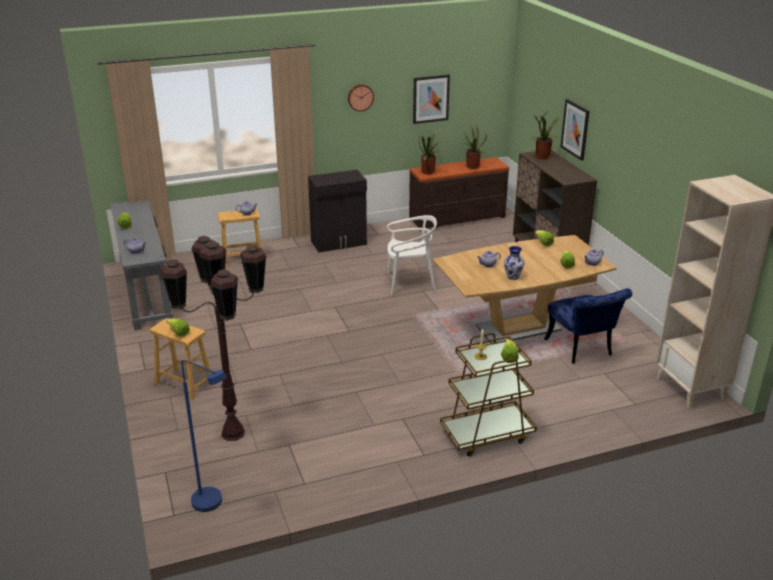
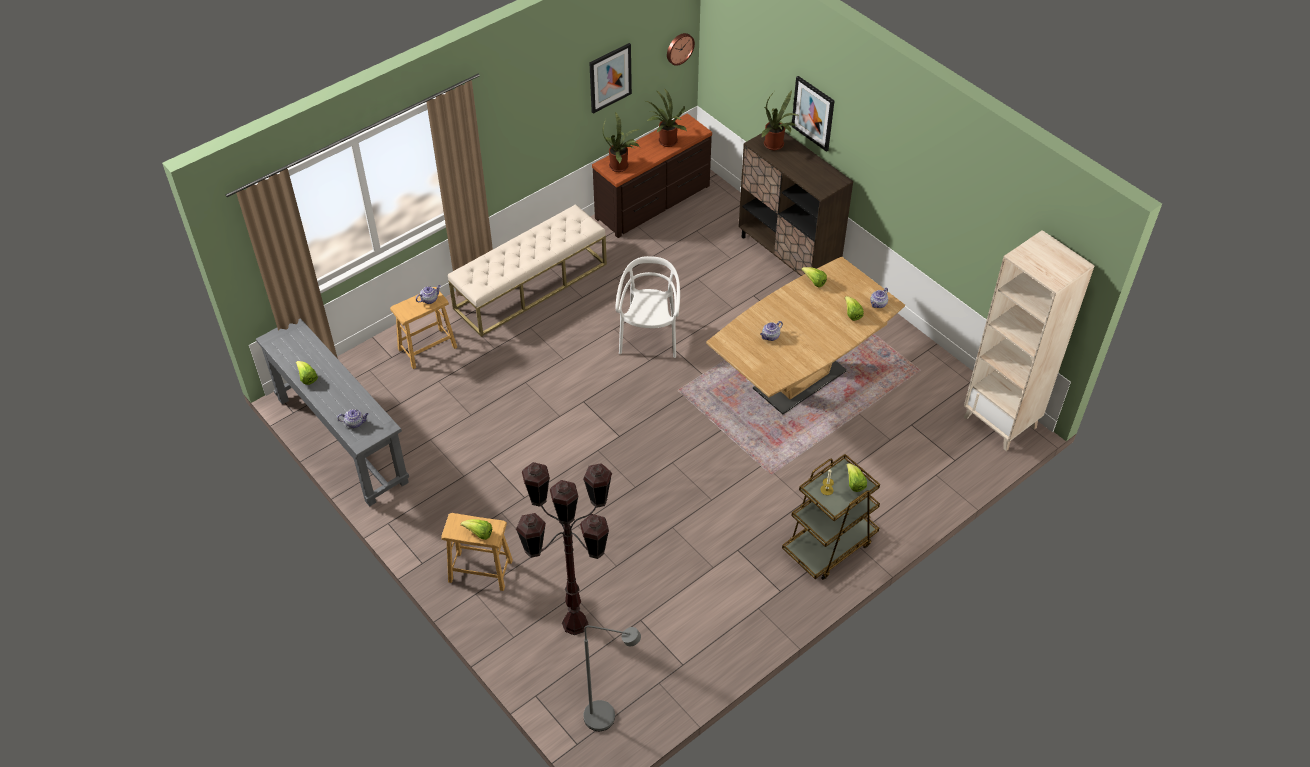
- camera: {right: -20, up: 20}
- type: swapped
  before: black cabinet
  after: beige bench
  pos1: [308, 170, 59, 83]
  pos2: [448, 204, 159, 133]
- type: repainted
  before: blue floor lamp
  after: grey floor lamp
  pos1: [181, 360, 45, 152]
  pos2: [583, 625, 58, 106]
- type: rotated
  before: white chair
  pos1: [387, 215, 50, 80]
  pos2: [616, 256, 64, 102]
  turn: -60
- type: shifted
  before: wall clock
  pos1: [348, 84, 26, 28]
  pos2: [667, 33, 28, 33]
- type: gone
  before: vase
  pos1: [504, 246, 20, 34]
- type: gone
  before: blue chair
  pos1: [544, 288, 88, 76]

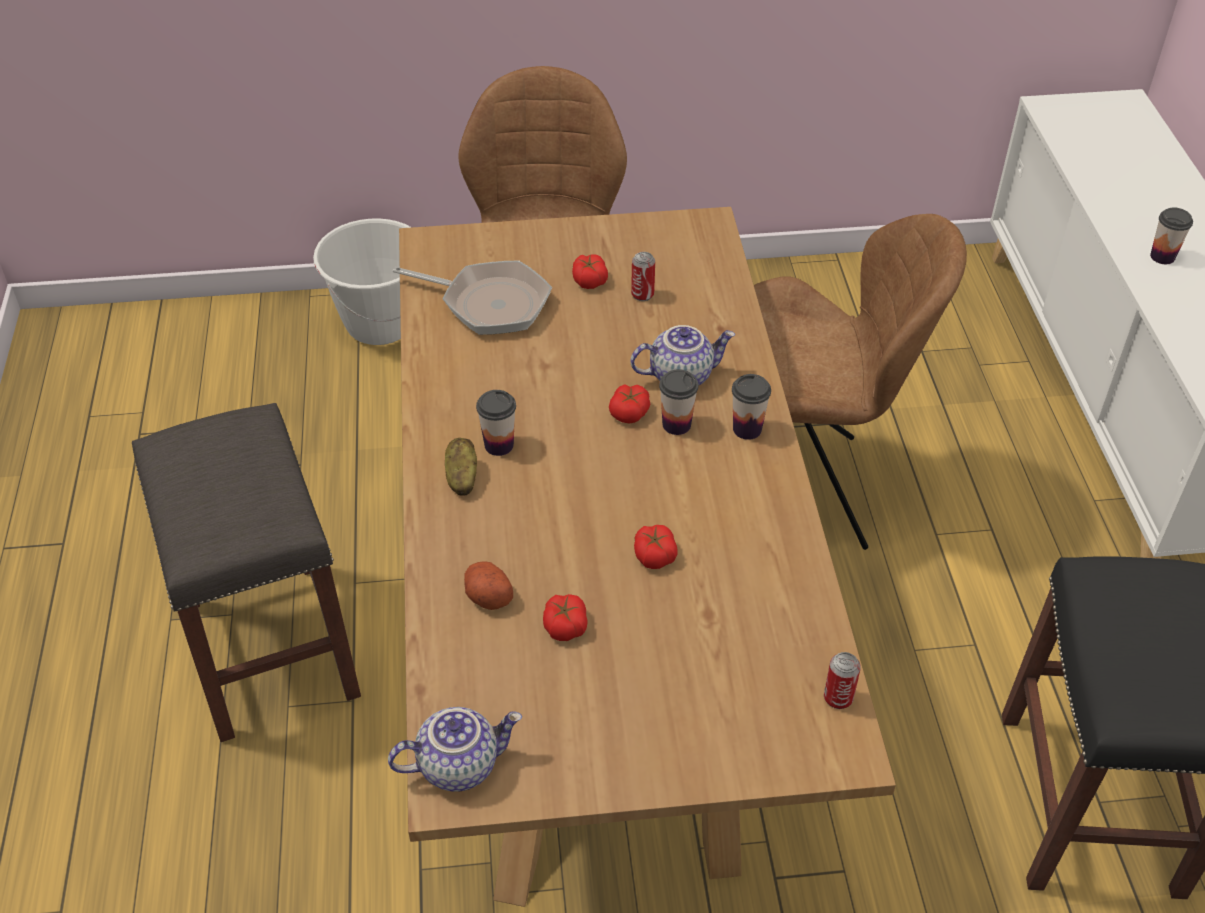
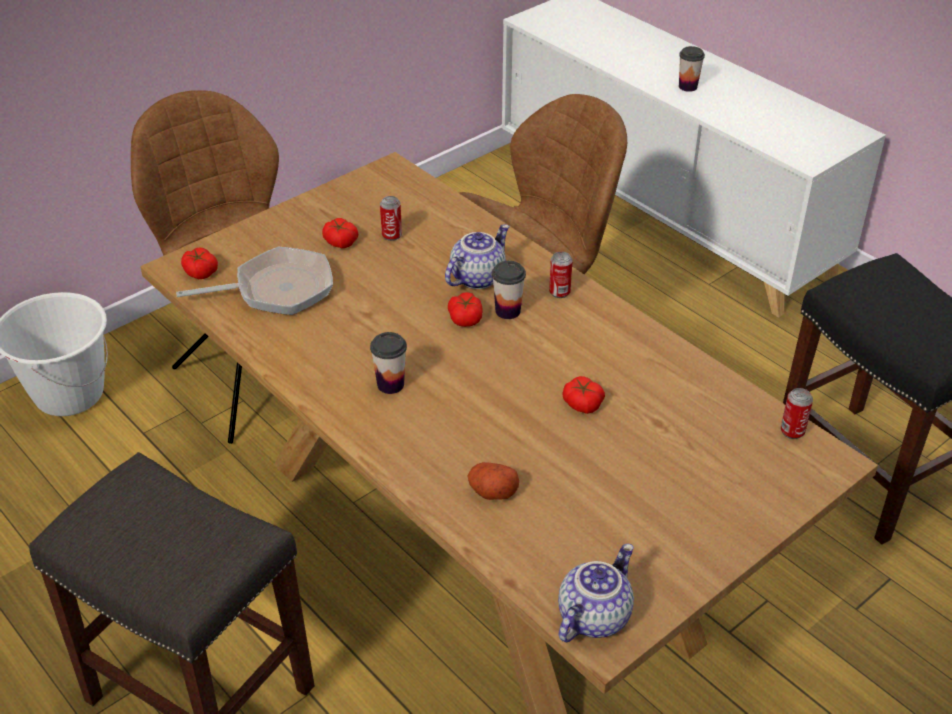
- camera: {right: -35, up: -5}
- type: shifted
  before: tomato
  pos1: [543, 594, 45, 47]
  pos2: [181, 247, 37, 32]
- type: swapped
  before: cup
  after: can
  pos1: [732, 374, 39, 66]
  pos2: [549, 251, 24, 47]
- type: gone
  before: potato
  pos1: [445, 438, 32, 58]

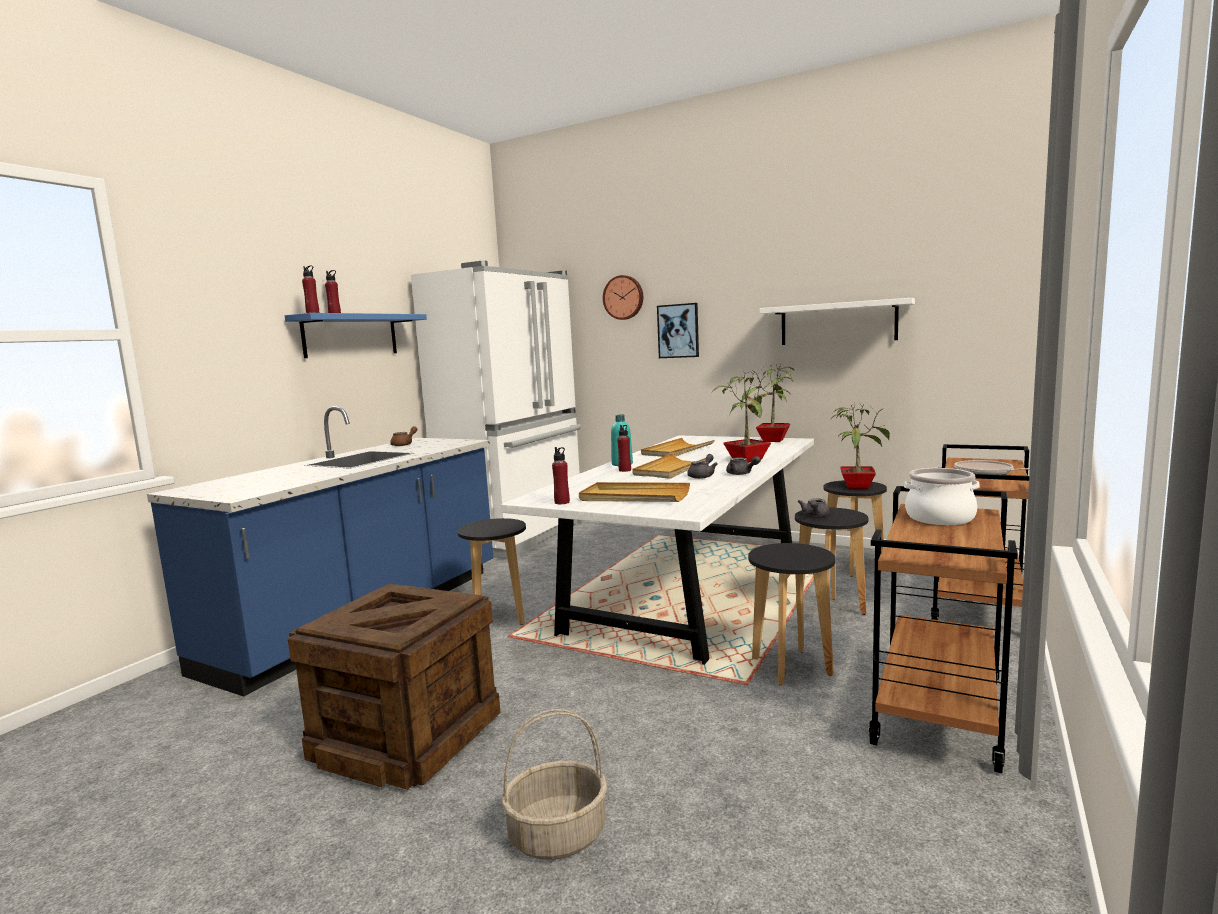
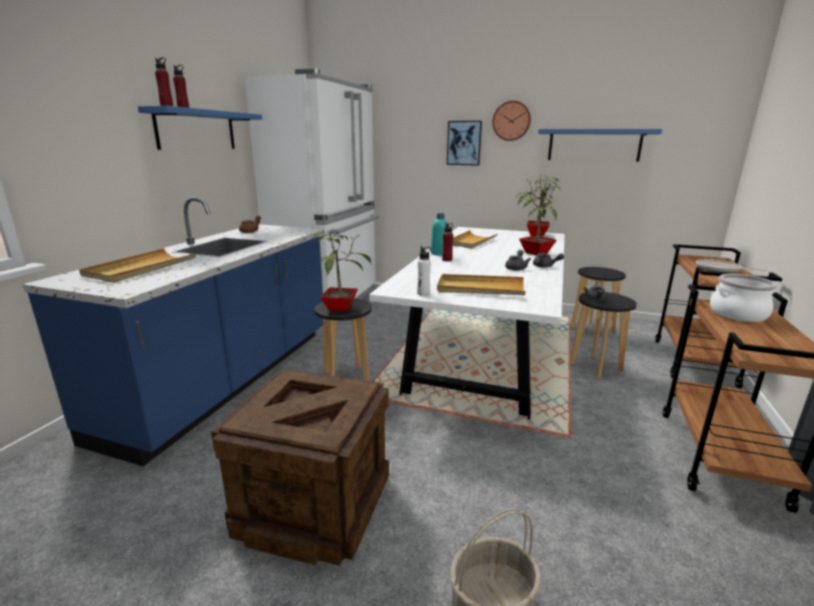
- camera: {right: -10, up: 10}
- type: shifted
  before: beige tray
  pos1: [633, 453, 73, 26]
  pos2: [79, 248, 117, 35]
- type: shifted
  before: potted plant
  pos1: [833, 404, 57, 85]
  pos2: [312, 229, 59, 83]
- type: repainted
  before: red bottle
  after: white bottle
  pos1: [552, 447, 18, 57]
  pos2: [417, 246, 14, 50]
- type: shifted
  before: wall clock
  pos1: [603, 275, 40, 45]
  pos2: [492, 101, 39, 40]
- type: repainted
  before: white shelf
  after: blue shelf
  pos1: [759, 298, 156, 47]
  pos2: [538, 129, 124, 33]
- type: gone
  before: black stool
  pos1: [748, 543, 87, 142]

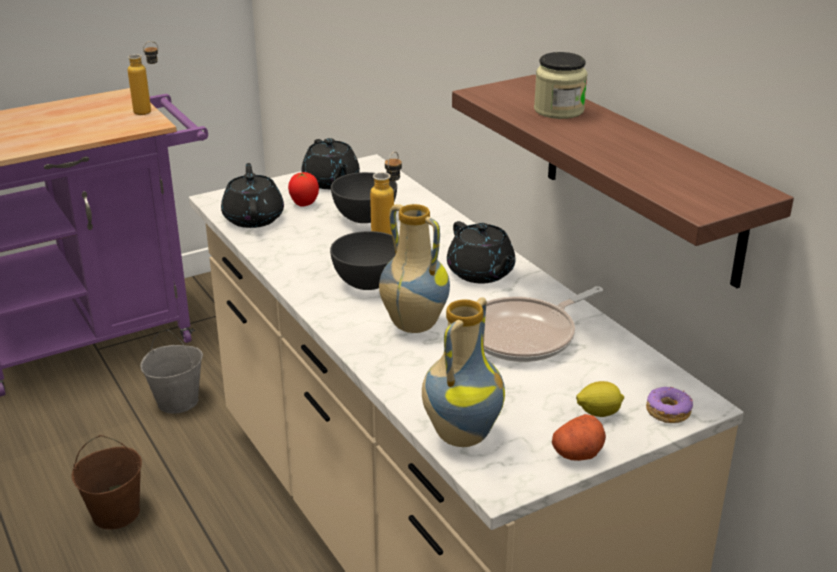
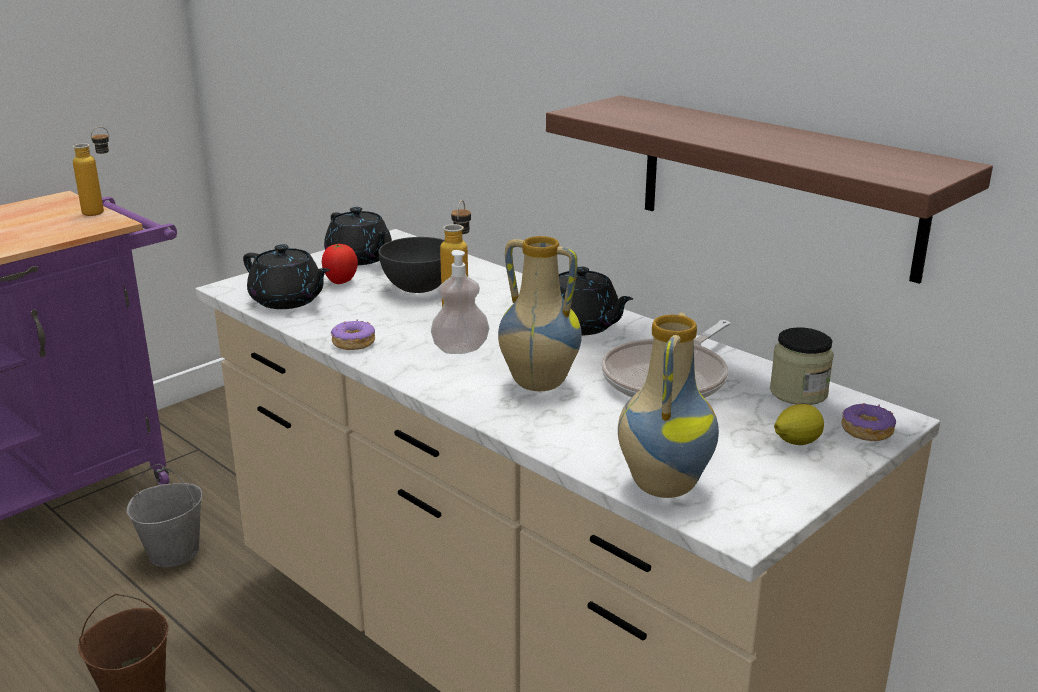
- camera: {right: -15, up: -5}
- type: rotated
  before: black teapot
  pos1: [221, 163, 63, 65]
  pos2: [243, 244, 87, 65]
  turn: 150
- type: new
  after: donut
  pos2: [330, 319, 45, 31]
- type: swapped
  before: grey bowl
  after: soap dispenser
  pos1: [330, 231, 66, 59]
  pos2: [431, 250, 58, 104]
- type: shifted
  before: jar
  pos1: [534, 52, 54, 67]
  pos2: [770, 327, 64, 78]
- type: gone
  before: potato
  pos1: [552, 414, 54, 47]

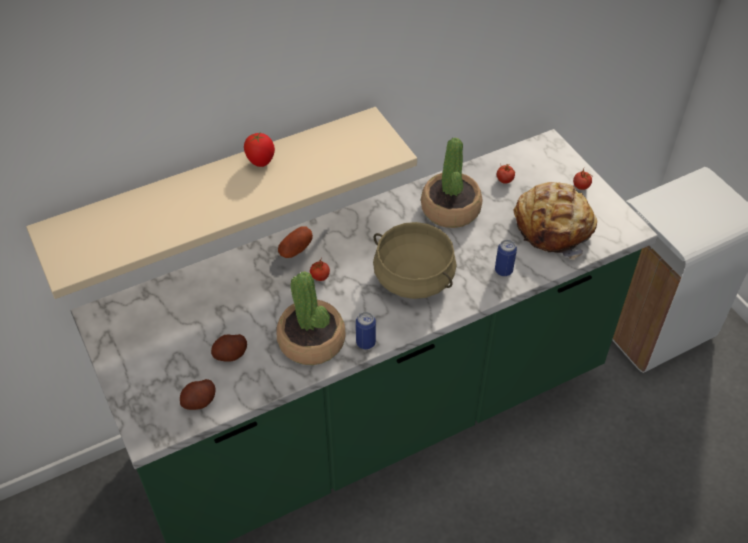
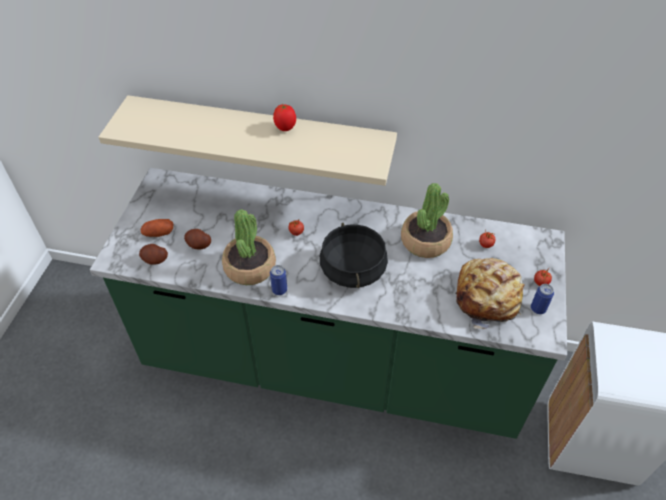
- camera: {right: 40, up: 0}
- type: shifted
  before: potato
  pos1: [278, 226, 35, 32]
  pos2: [140, 219, 33, 18]
- type: repainted
  before: beige cooking pot
  after: black cooking pot
  pos1: [373, 222, 83, 77]
  pos2: [320, 223, 68, 65]
- type: shifted
  before: can
  pos1: [495, 239, 22, 37]
  pos2: [531, 284, 23, 30]

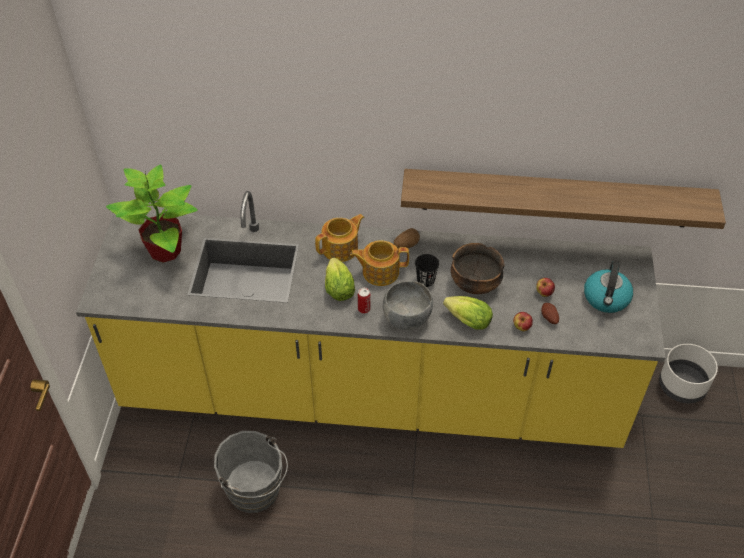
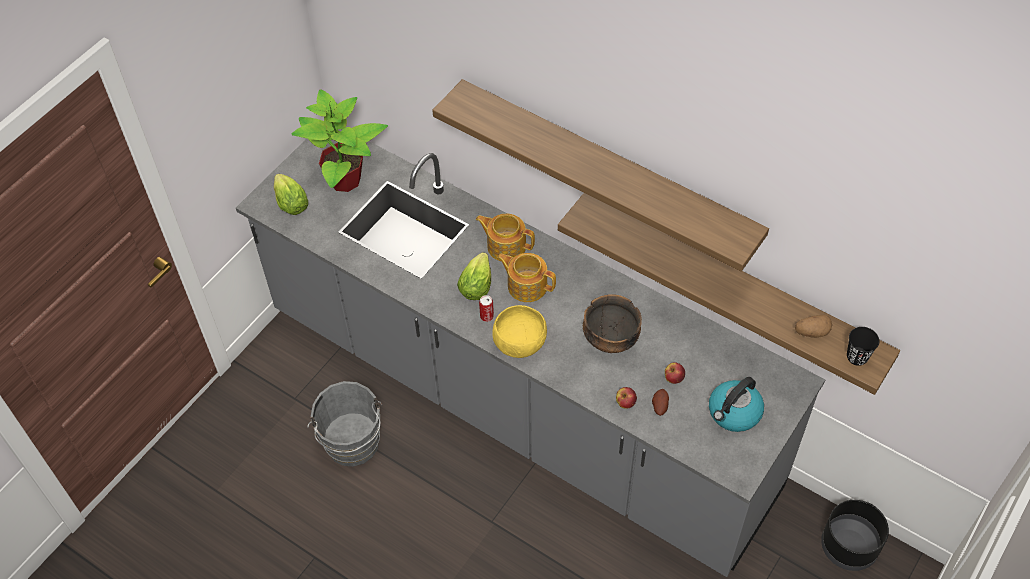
- camera: {right: 30, up: 5}
- type: repainted
  before: yellow counter
  after: grey counter
  pos1: [76, 191, 589, 257]
  pos2: [236, 129, 589, 448]
- type: shifted
  before: lettuce
  pos1: [443, 296, 50, 34]
  pos2: [274, 174, 34, 41]
- type: new
  after: shelf
  pos2: [432, 79, 337, 193]
- type: rotated
  before: teapot
  pos1: [315, 214, 49, 48]
  pos2: [476, 214, 59, 47]
  turn: -150
- type: repainted
  before: grey bowl
  after: yellow bowl
  pos1: [383, 281, 50, 49]
  pos2: [492, 305, 55, 53]
- type: shifted
  before: potato
  pos1: [394, 228, 26, 20]
  pos2: [795, 315, 37, 23]
- type: repainted
  before: white planter
  after: black planter
  pos1: [659, 344, 59, 59]
  pos2: [821, 500, 68, 71]
- type: shifted
  before: black cup
  pos1: [415, 254, 24, 33]
  pos2: [847, 327, 32, 39]

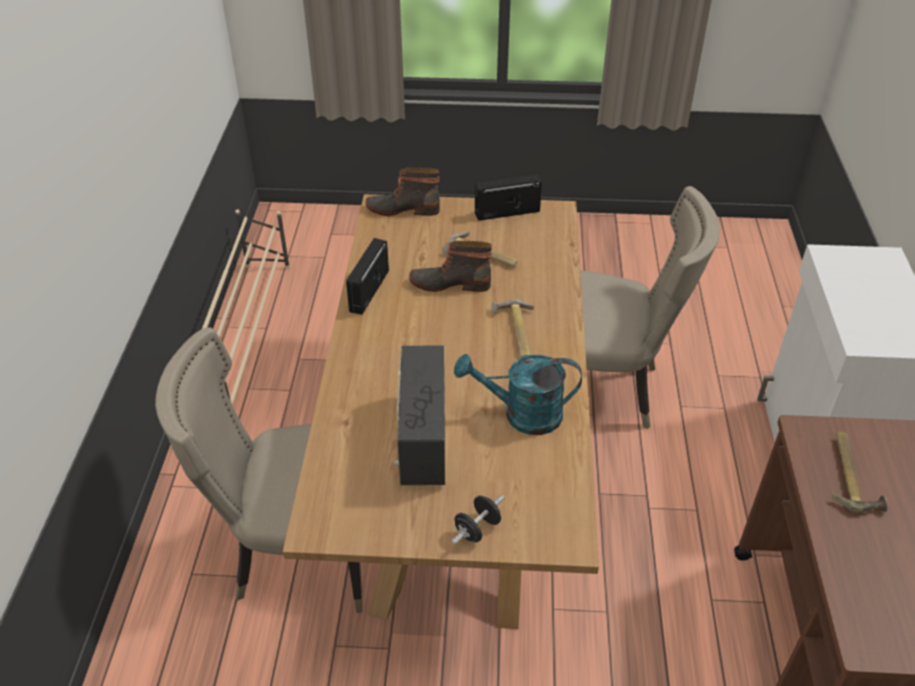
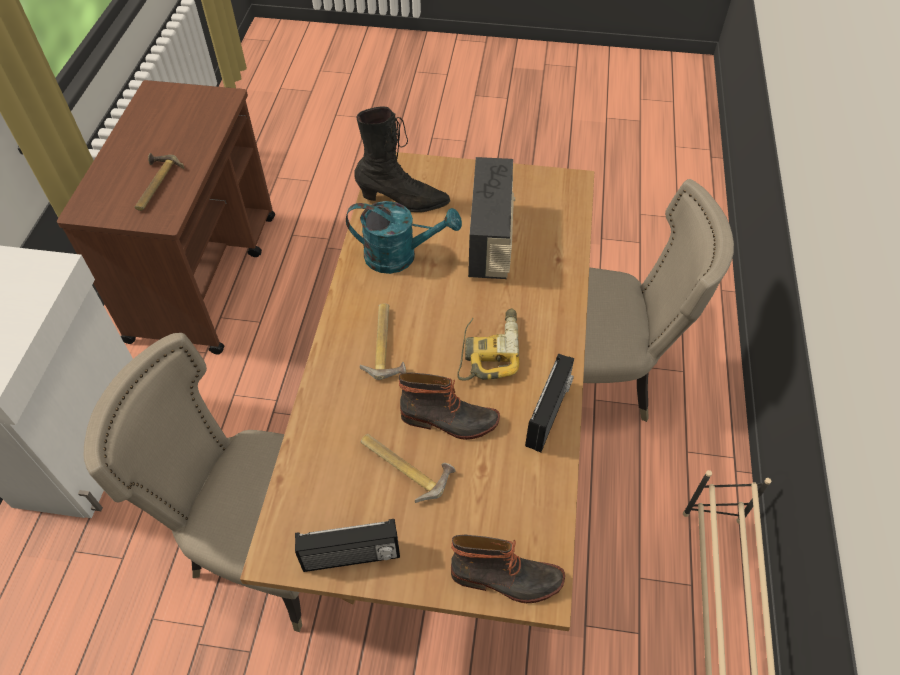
- camera: {right: -175, up: 10}
- type: new
  after: black boot
  pos2: [354, 106, 96, 107]
- type: new
  after: power drill
  pos2: [457, 308, 62, 73]
- type: gone
  before: black dumbbell
  pos1: [451, 495, 53, 50]

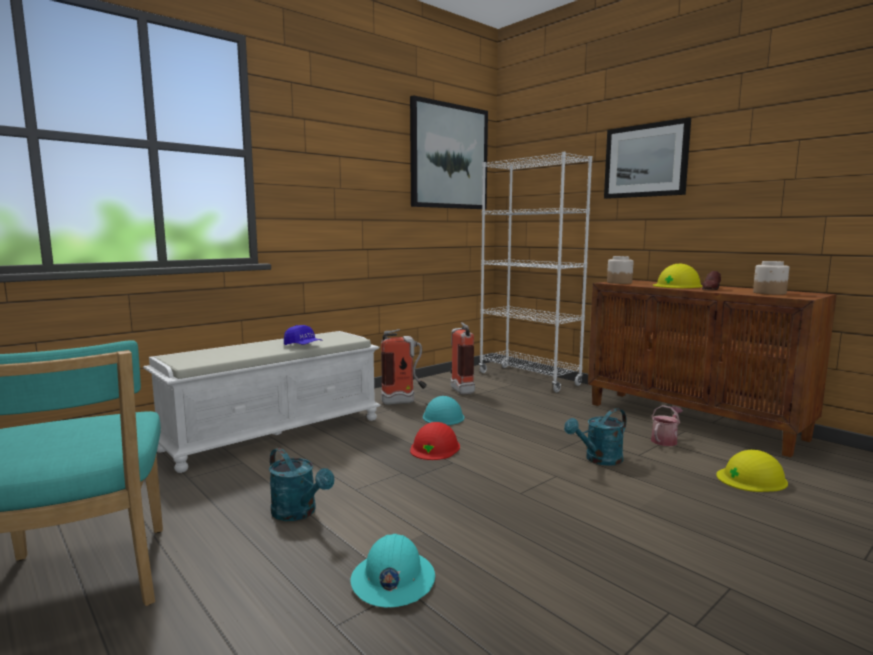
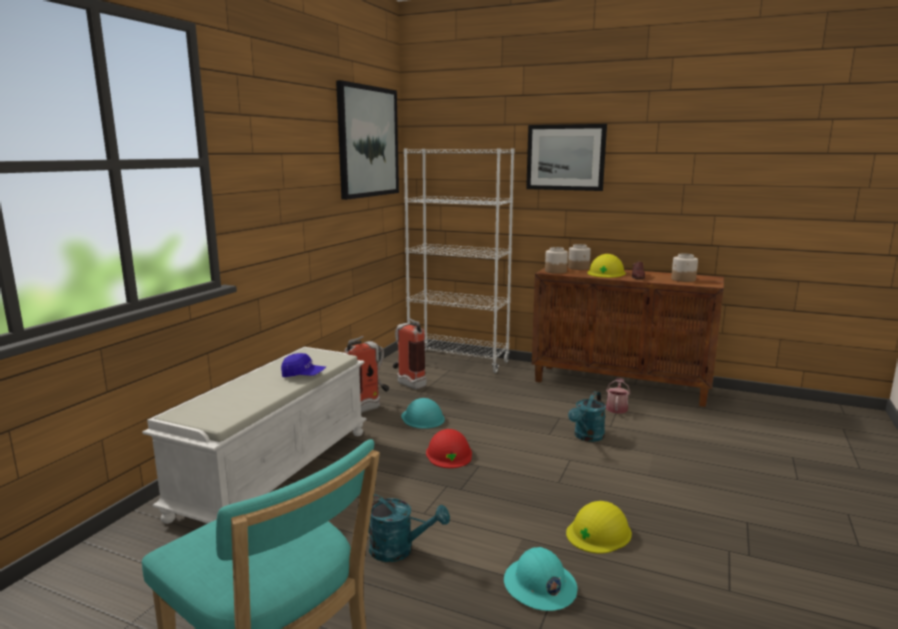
- camera: {right: -25, up: 5}
- type: shifted
  before: yellow hard hat
  pos1: [716, 450, 72, 42]
  pos2: [566, 501, 66, 53]
- type: new
  after: jar
  pos2: [568, 244, 23, 26]

